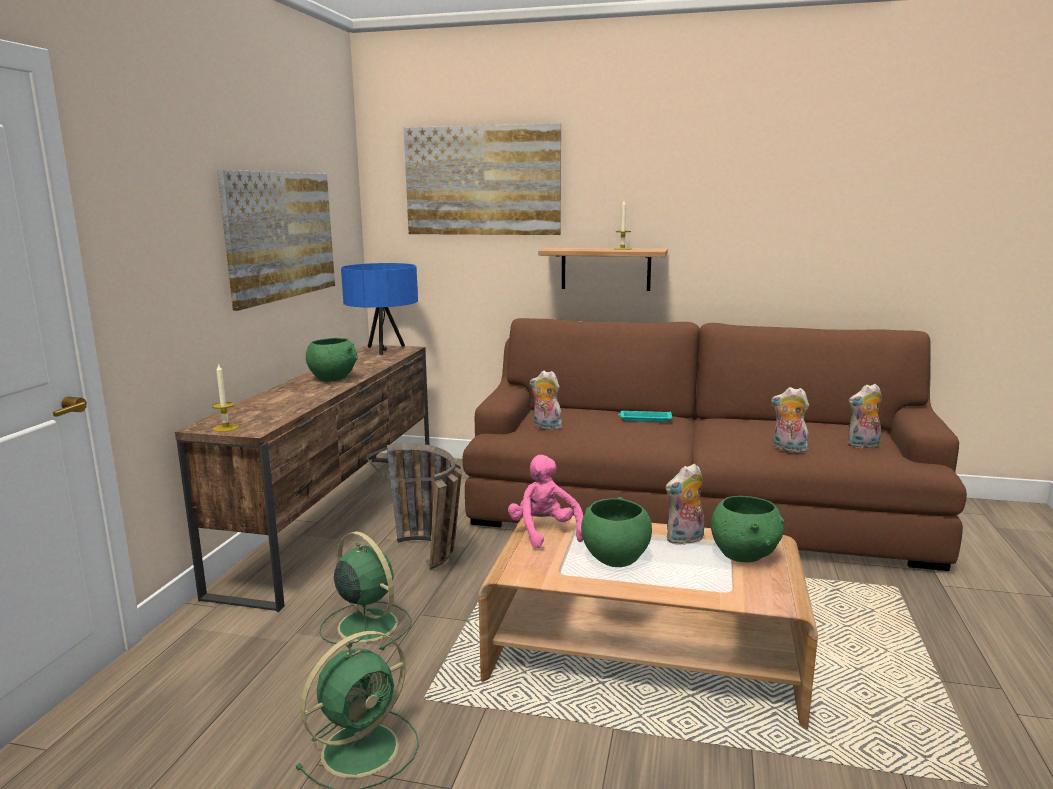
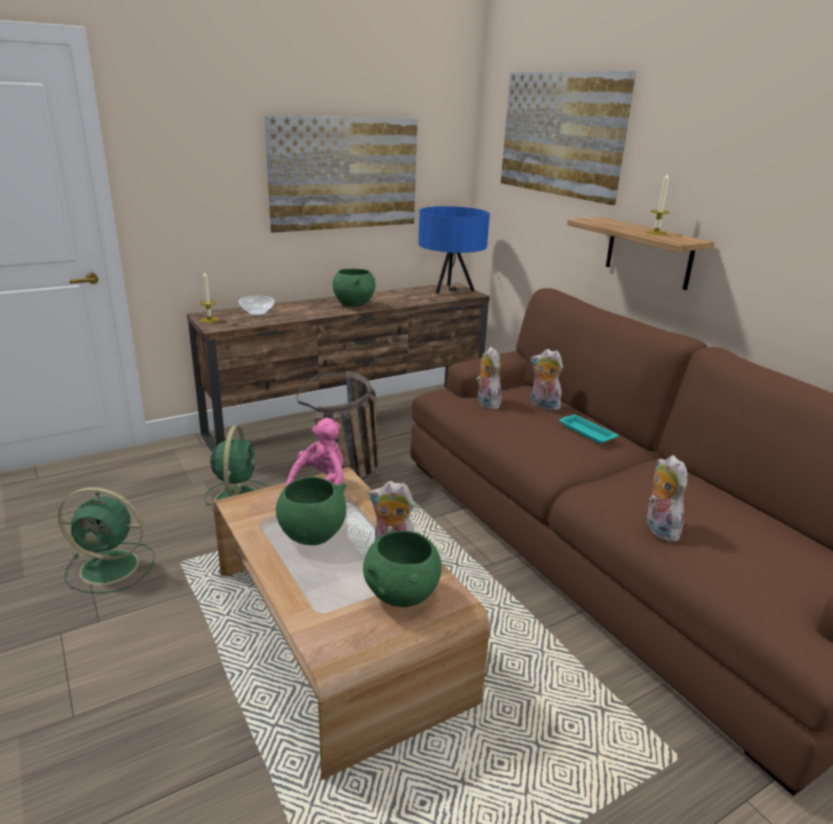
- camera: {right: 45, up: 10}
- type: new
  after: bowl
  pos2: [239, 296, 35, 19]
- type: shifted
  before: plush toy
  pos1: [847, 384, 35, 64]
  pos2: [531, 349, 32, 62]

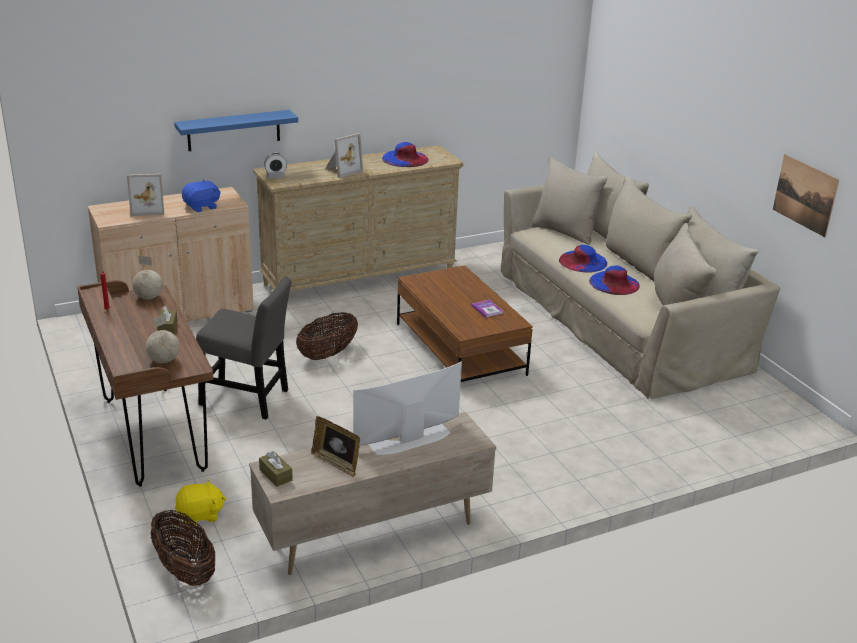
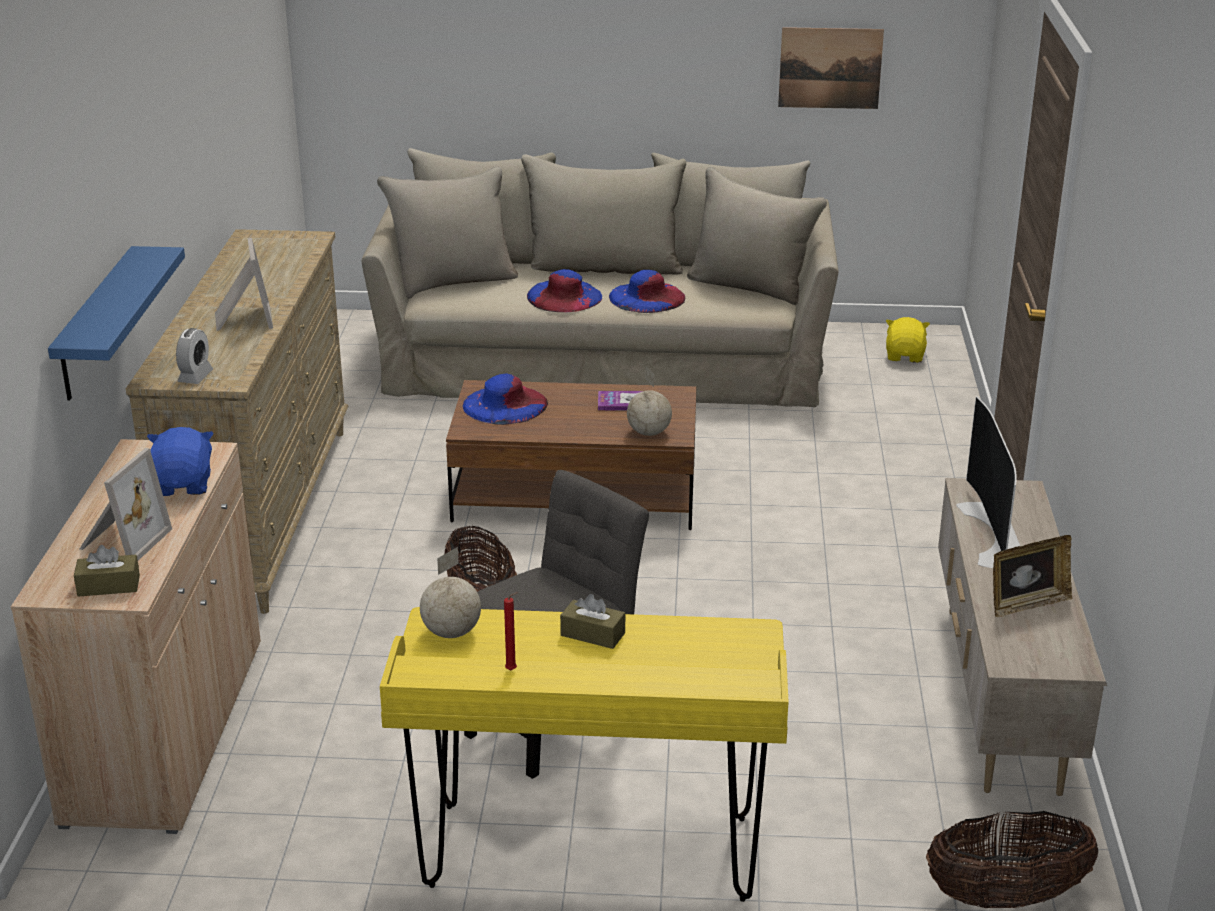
- camera: {right: -60, up: 0}
- type: shifted
  before: brown tissue box
  pos1: [259, 451, 34, 36]
  pos2: [74, 545, 66, 52]
- type: repainted
  before: brown desk
  after: yellow desk
  pos1: [77, 280, 136, 207]
  pos2: [380, 607, 408, 295]
- type: shifted
  before: blue hat
  pos1: [382, 142, 47, 25]
  pos2: [463, 373, 85, 52]
- type: shifted
  before: globe
  pos1: [146, 314, 34, 49]
  pos2: [627, 367, 45, 69]
- type: shifted
  before: yellow plush toy
  pos1: [175, 479, 52, 46]
  pos2: [886, 317, 44, 46]

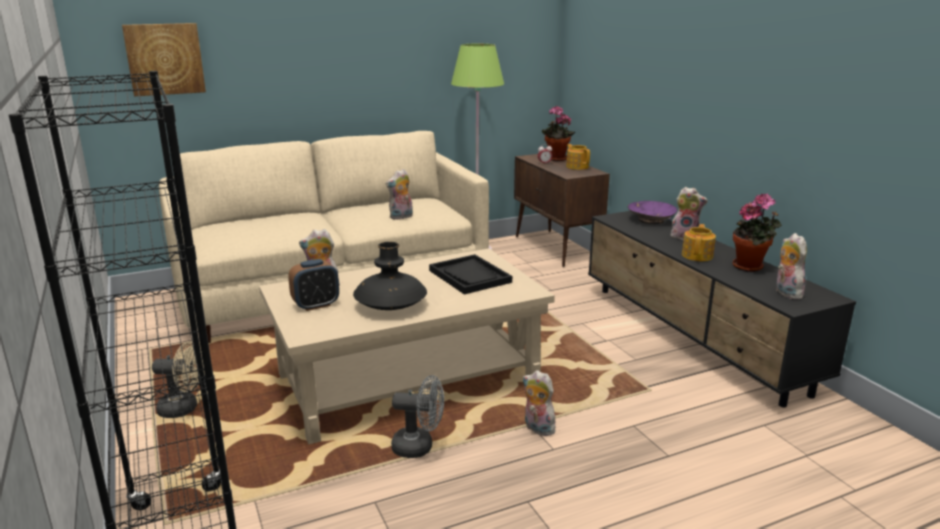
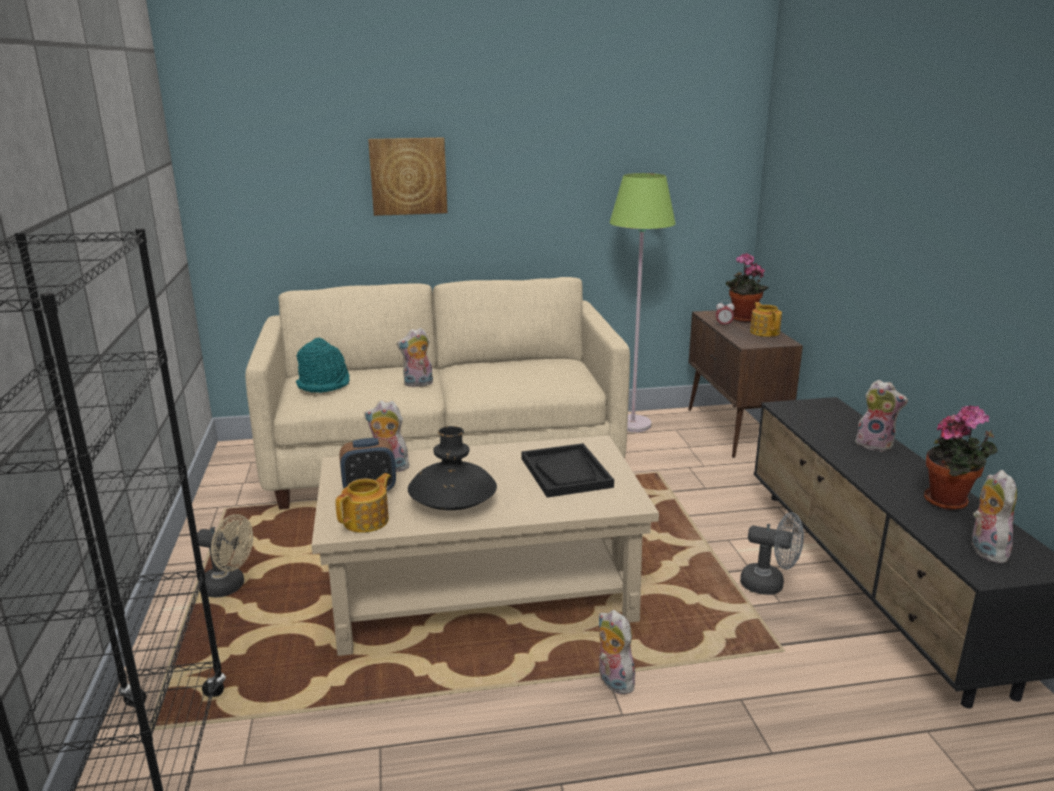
- camera: {right: 15, up: 0}
- type: new
  after: turquoise hat
  pos2: [296, 337, 54, 56]
- type: shifted
  before: teapot
  pos1: [682, 224, 34, 37]
  pos2: [335, 473, 56, 60]
- type: shifted
  before: picture
  pos1: [122, 23, 84, 73]
  pos2: [368, 137, 79, 79]
- type: shifted
  before: plush toy
  pos1: [386, 169, 27, 51]
  pos2: [396, 328, 37, 59]
- type: shifted
  before: grey fan
  pos1: [391, 375, 53, 83]
  pos2: [740, 512, 64, 83]
- type: gone
  before: purple bowl
  pos1: [628, 201, 49, 23]

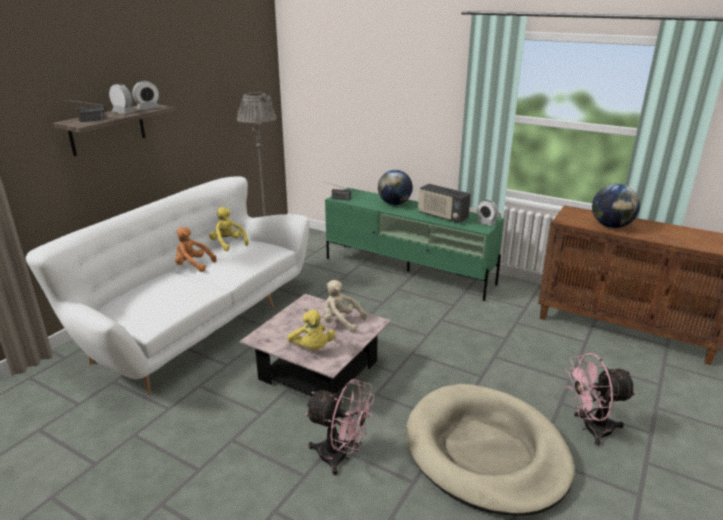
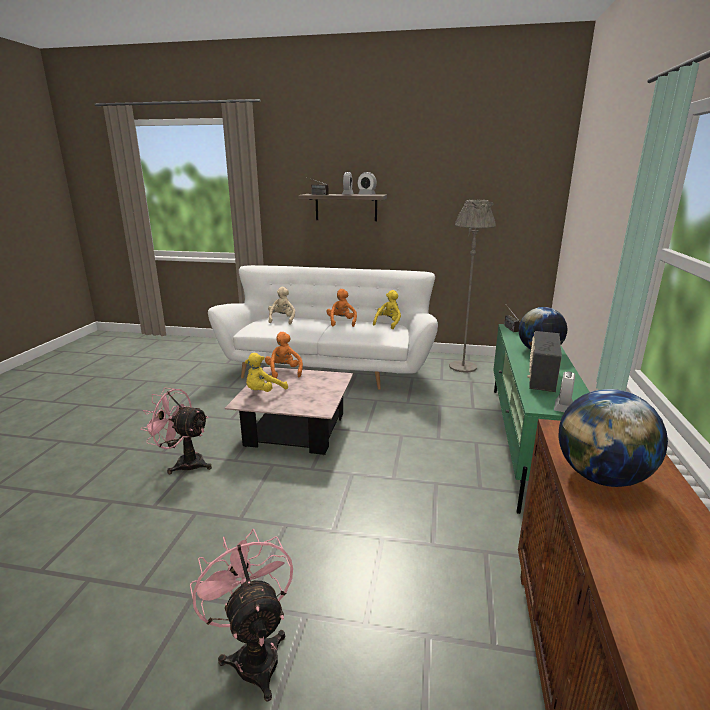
- camera: {right: 70, up: -5}
- type: rotated
  before: pink fan
  pos1: [305, 379, 70, 96]
  pos2: [140, 388, 72, 86]
  turn: 105
- type: new
  after: orange plush toy
  pos2: [265, 332, 38, 46]
- type: shifted
  before: beige plush toy
  pos1: [324, 280, 43, 53]
  pos2: [268, 287, 27, 38]
- type: gone
  before: beige dog bed
  pos1: [406, 384, 169, 132]

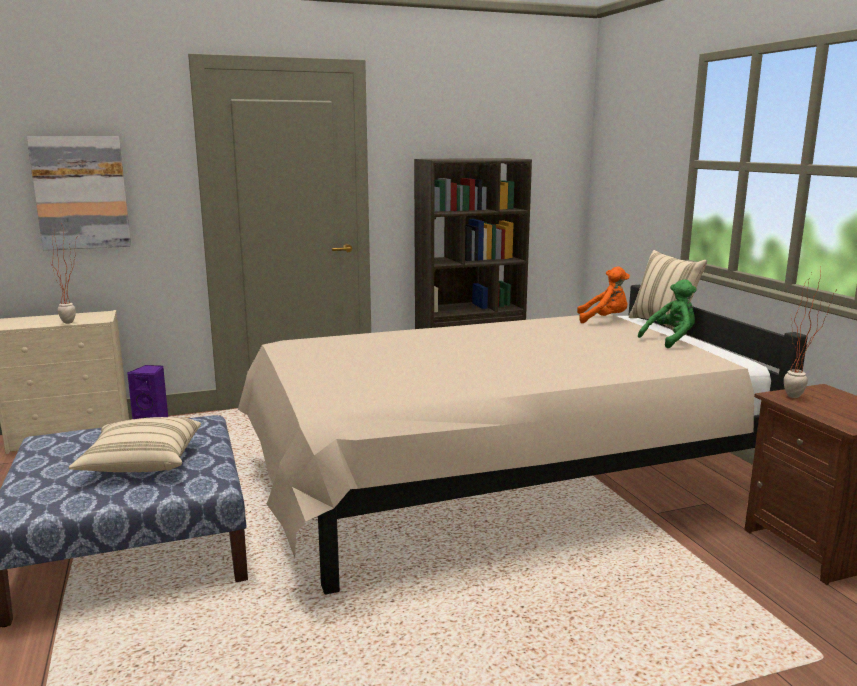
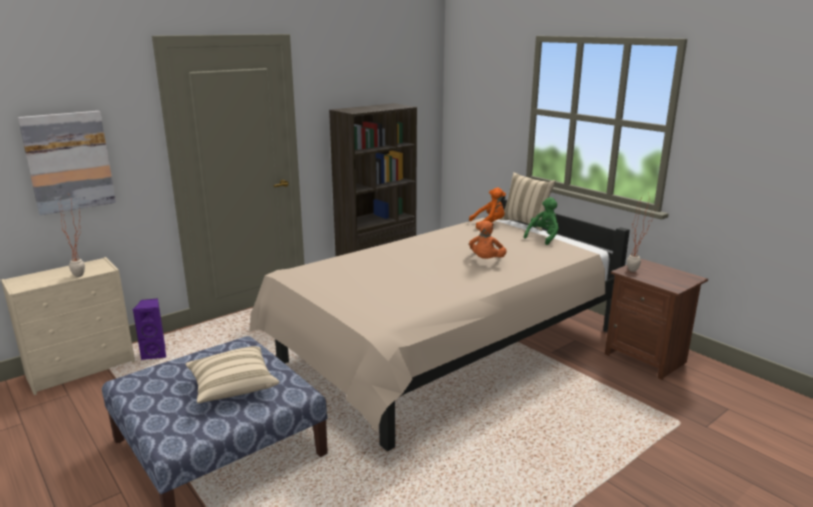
- camera: {right: -20, up: 5}
- type: new
  after: orange plush toy
  pos2: [469, 221, 38, 38]

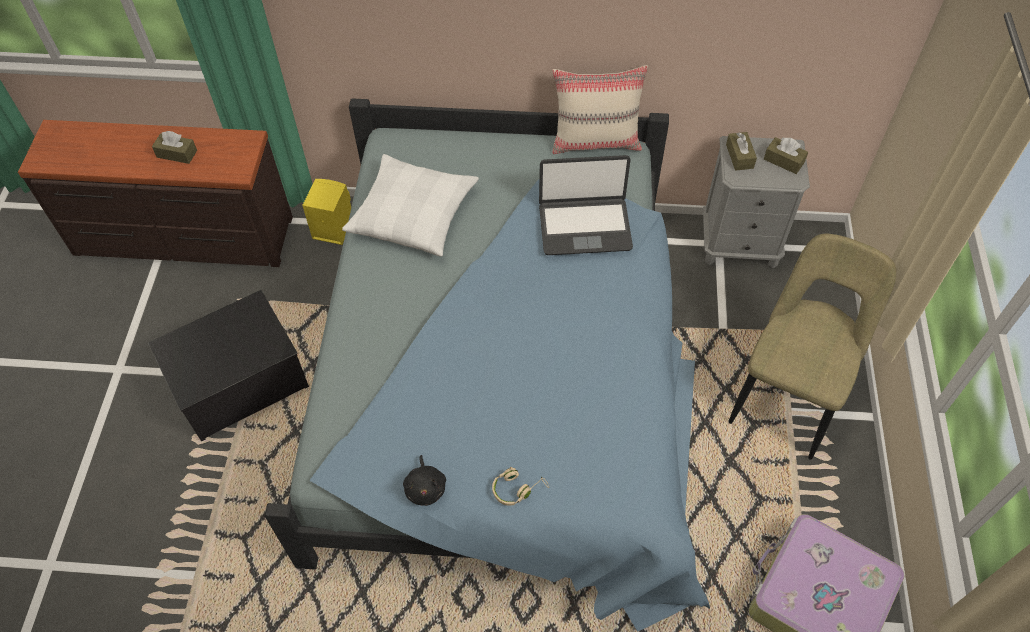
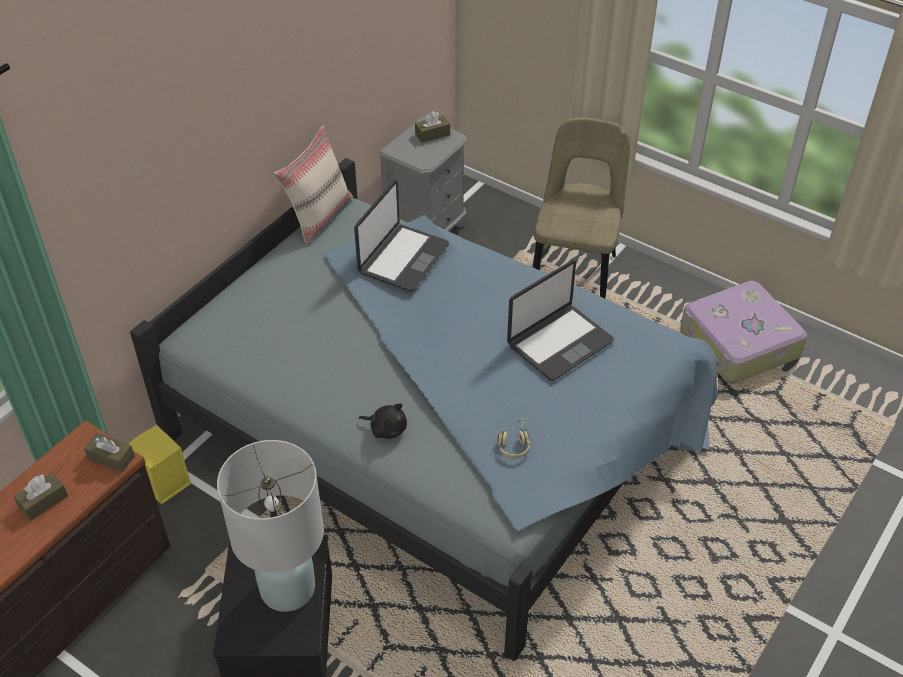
- camera: {right: -60, up: -10}
- type: shifted
  before: brown tissue box
  pos1: [726, 132, 31, 39]
  pos2: [84, 433, 51, 39]
- type: new
  after: white table lamp
  pos2: [217, 440, 107, 172]
- type: shifted
  before: black plush toy
  pos1: [403, 455, 43, 51]
  pos2: [359, 404, 48, 35]
- type: shifted
  before: beige headphones
  pos1: [492, 467, 57, 39]
  pos2: [498, 417, 33, 41]
- type: new
  after: laptop
  pos2: [507, 260, 107, 121]
- type: rotated
  before: beige chair
  pos1: [728, 234, 168, 226]
  pos2: [533, 117, 98, 182]
  turn: 45
- type: gone
  before: white pillow
  pos1: [342, 154, 137, 103]

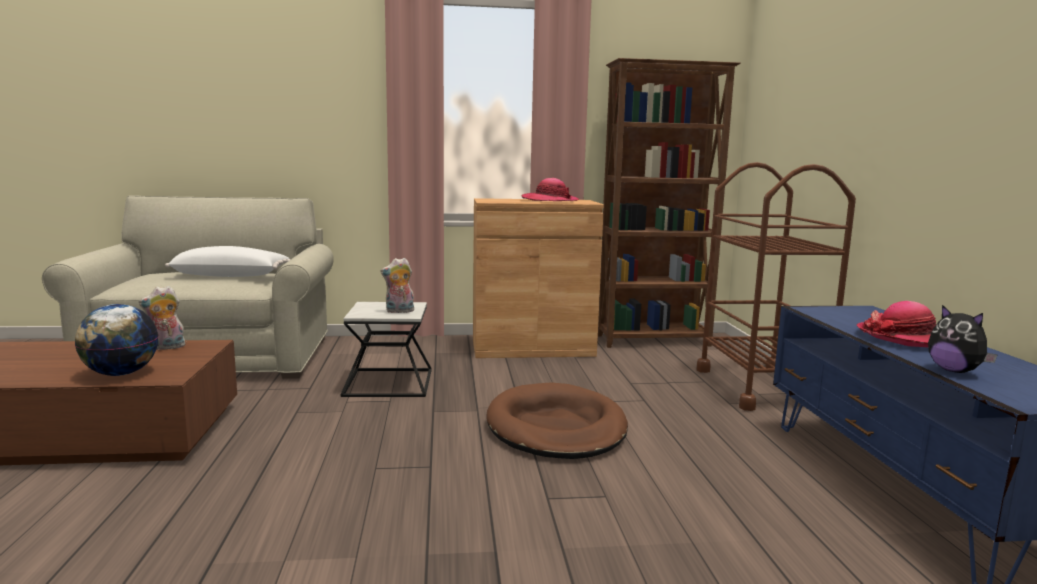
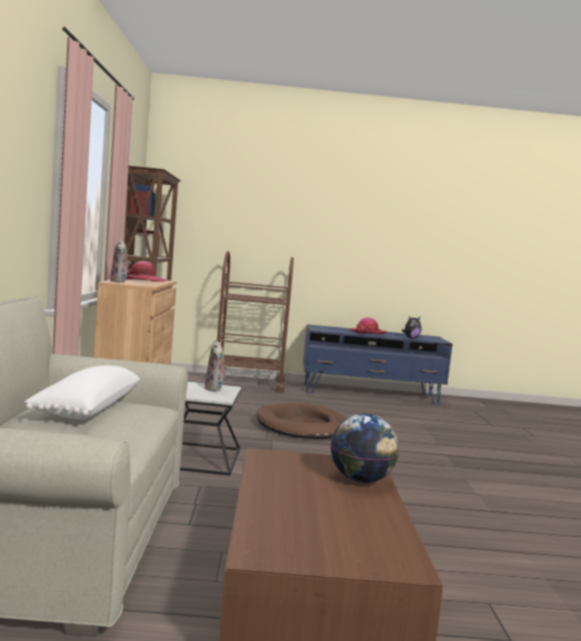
- camera: {right: -85, up: -5}
- type: shifted
  before: plush toy
  pos1: [139, 286, 46, 64]
  pos2: [110, 240, 21, 43]

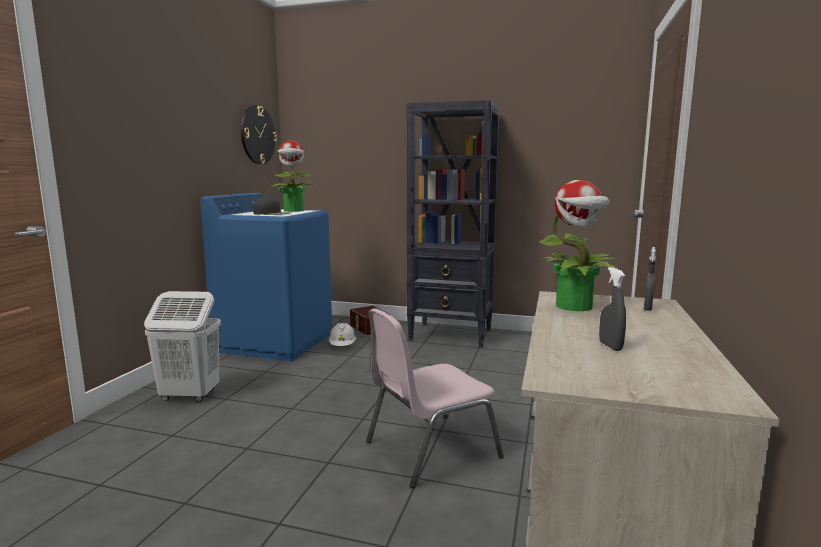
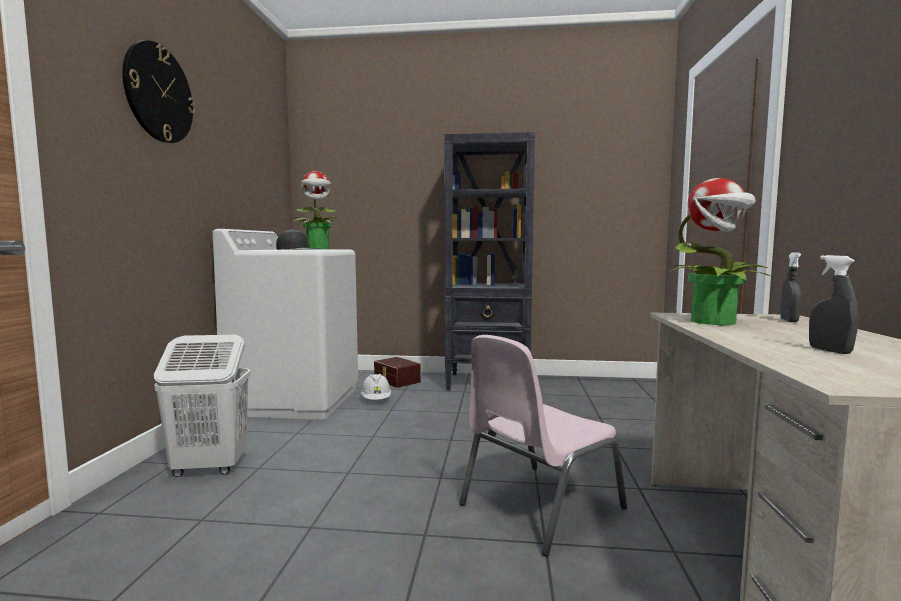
- camera: {right: -10, up: -5}
- type: shifted
  before: wall clock
  pos1: [241, 105, 36, 59]
  pos2: [122, 40, 73, 103]
- type: repainted
  before: blue washing machine
  after: white washing machine
  pos1: [201, 193, 131, 168]
  pos2: [212, 229, 146, 191]

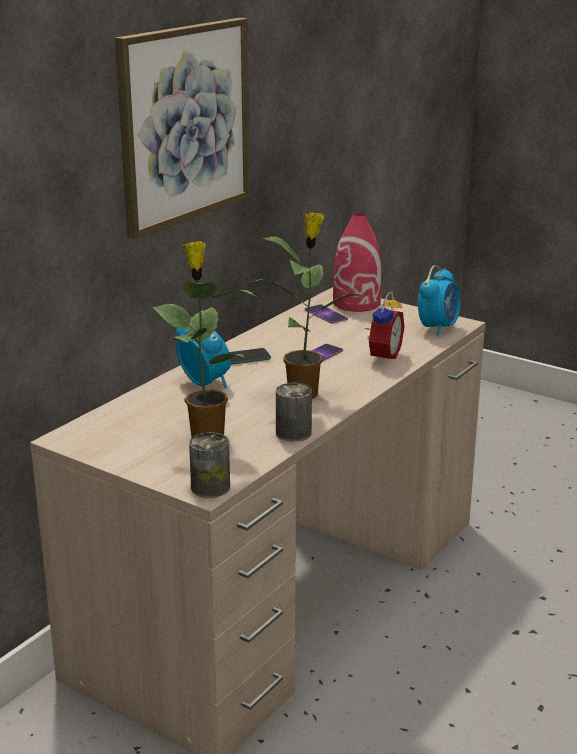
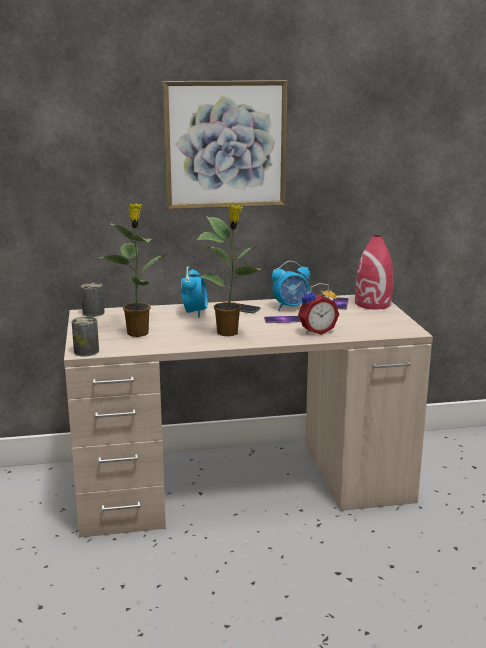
- camera: {right: 45, up: -5}
- type: shifted
  before: can
  pos1: [276, 383, 36, 59]
  pos2: [81, 283, 24, 34]
- type: shifted
  before: alarm clock
  pos1: [418, 265, 42, 71]
  pos2: [272, 261, 38, 49]

